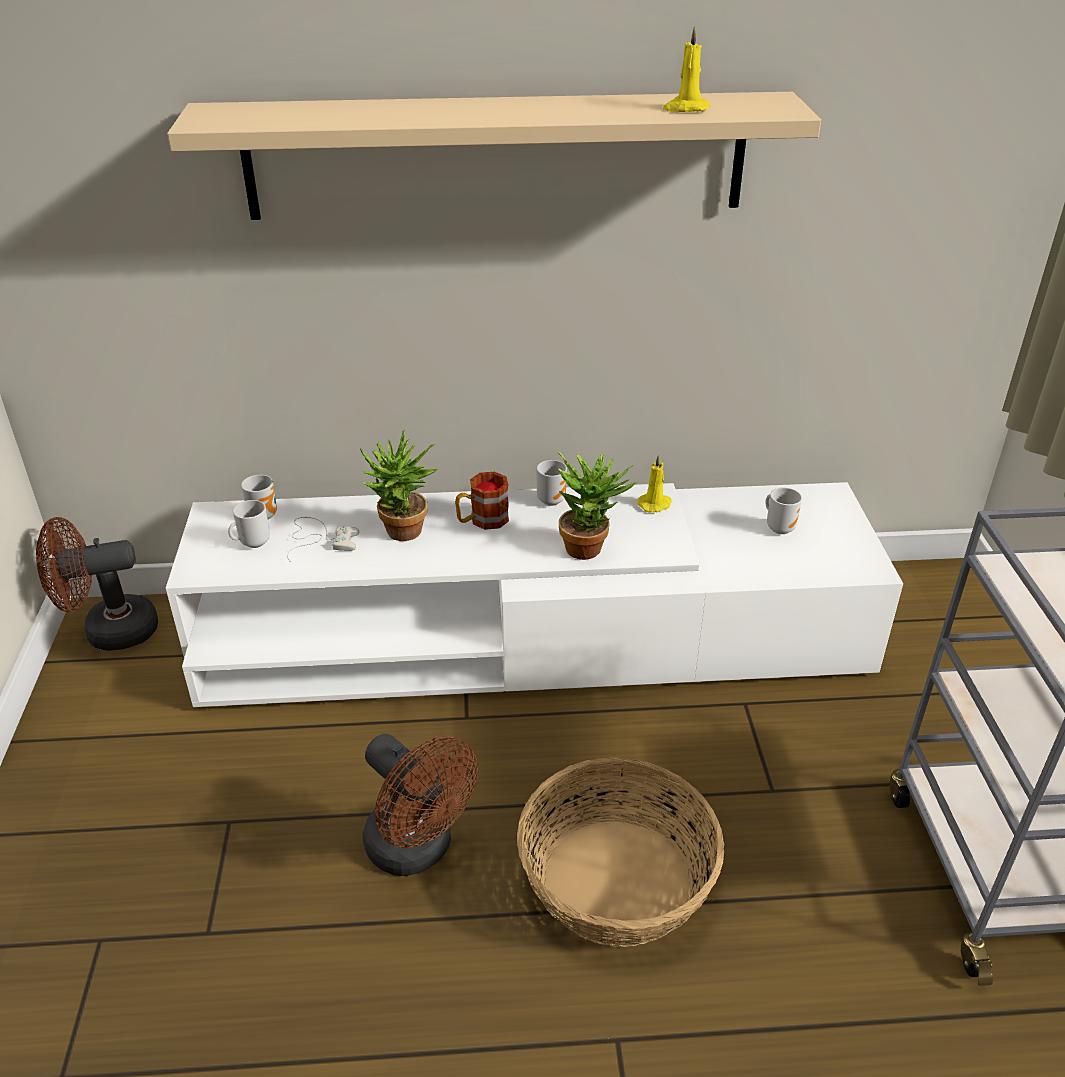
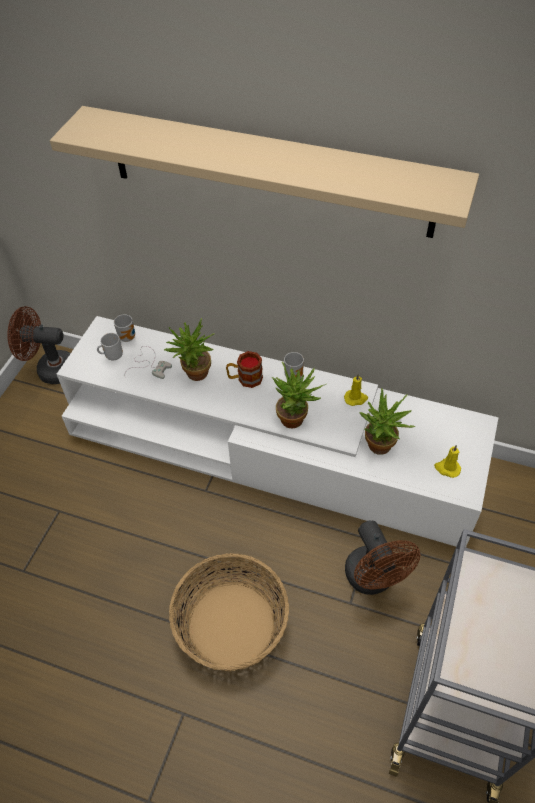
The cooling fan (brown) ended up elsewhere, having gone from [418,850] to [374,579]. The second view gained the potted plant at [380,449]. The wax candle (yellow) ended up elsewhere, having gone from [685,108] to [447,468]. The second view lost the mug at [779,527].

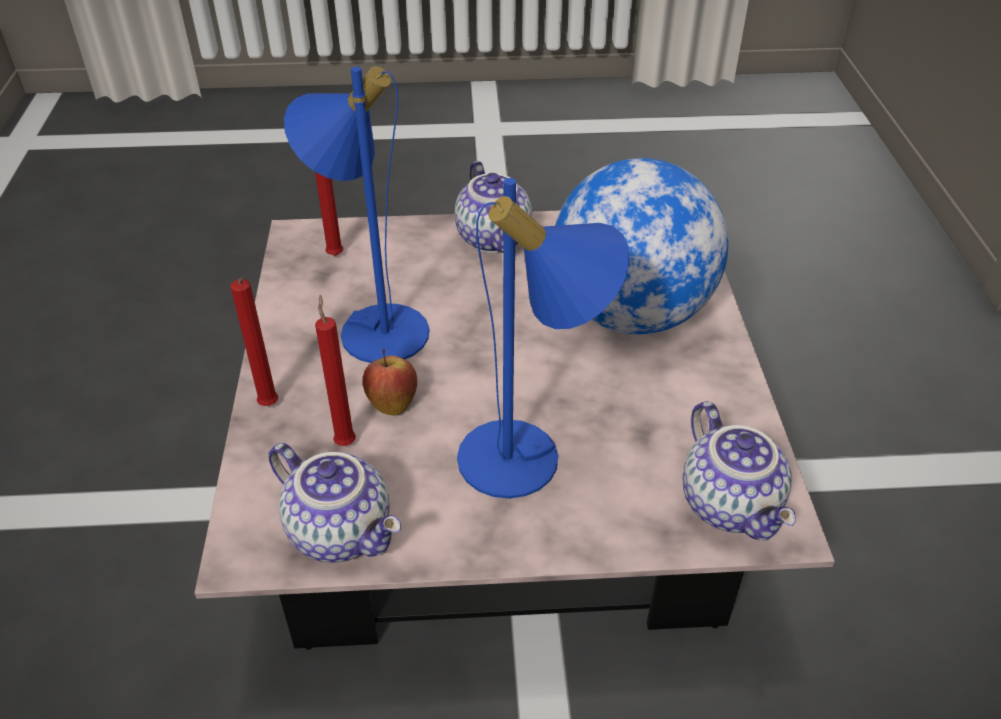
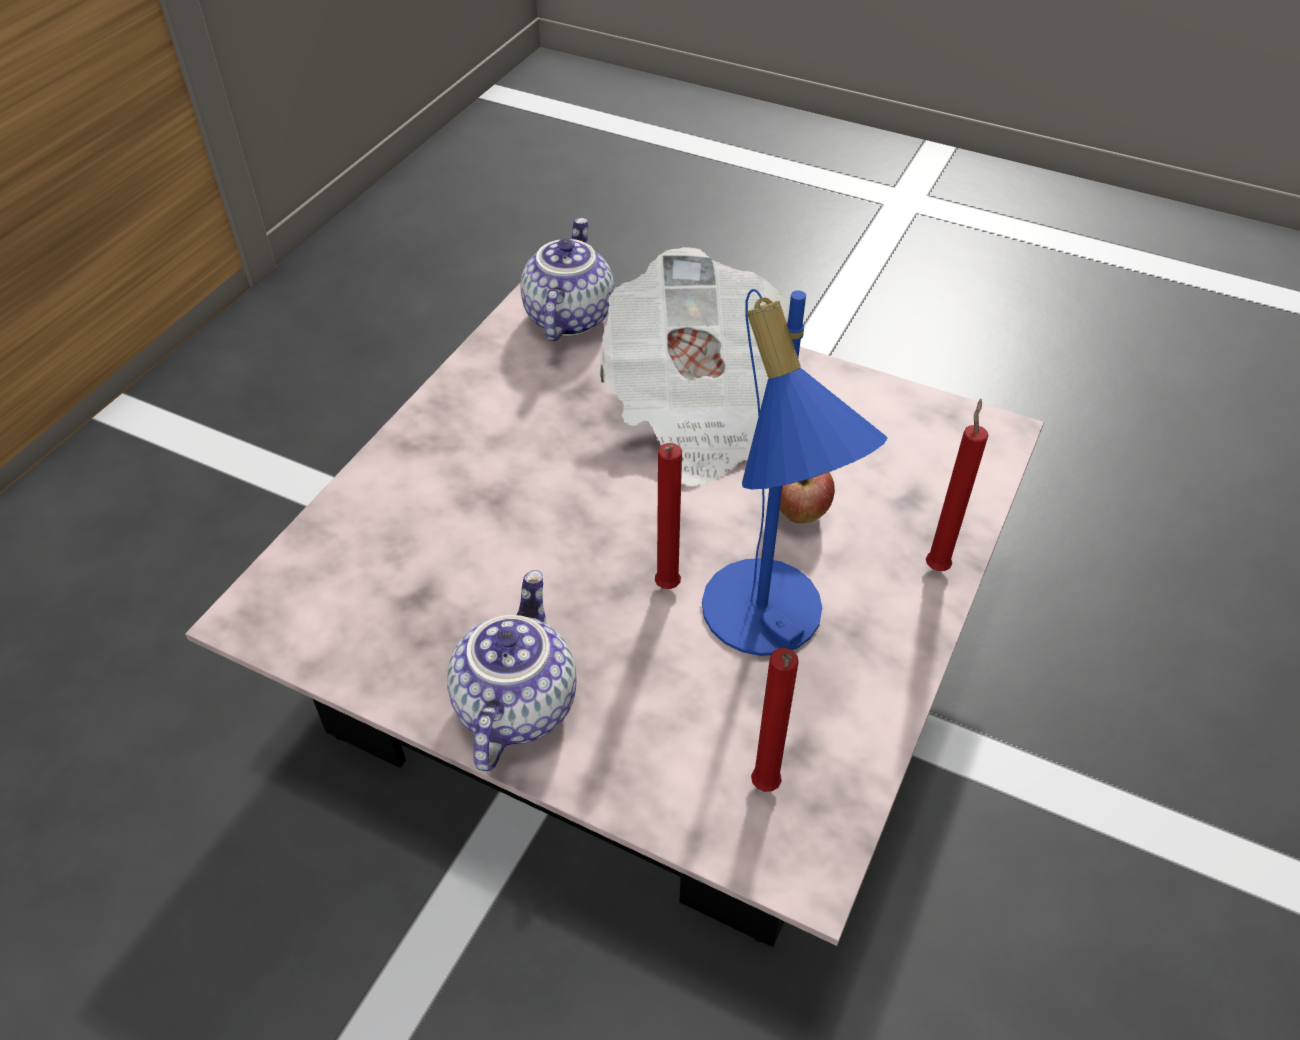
Where the lamp for a table (bluish) stood at [529,458], the printed paper came to stand at [700,410]. The wax candle (red-coloured) ended up elsewhere, having gone from [345,441] to [666,589]. The second view lost the tea pot at [343,531]. The second view lost the desk globe at [630,314].

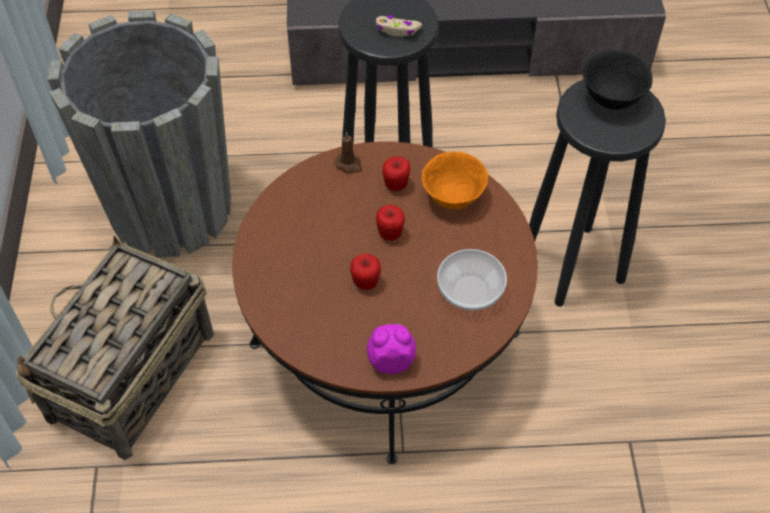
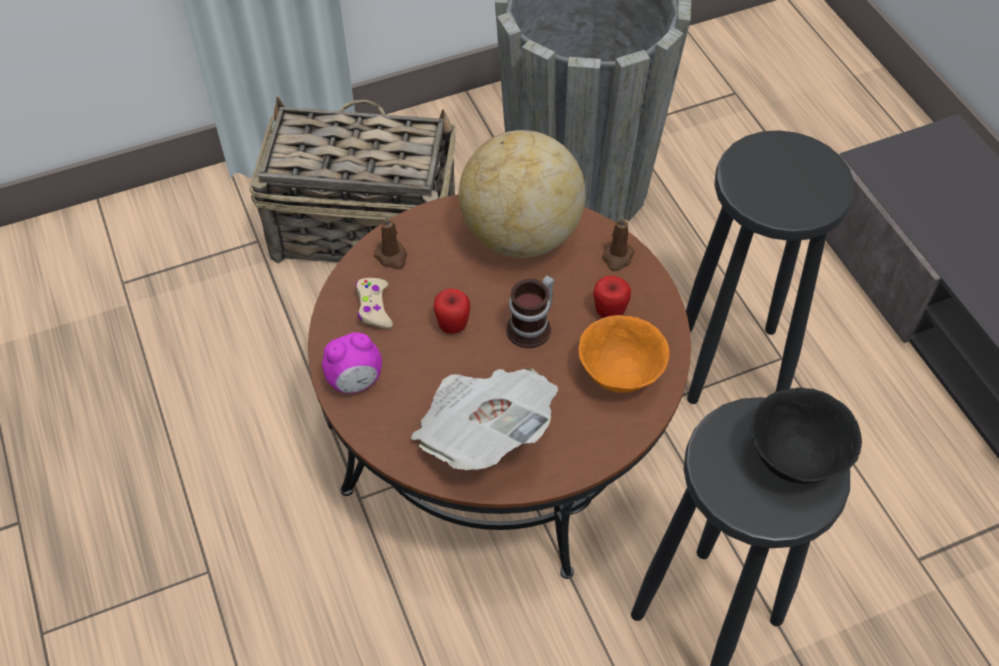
The table clock at [391,361] ended up facing another way, 90 degrees clockwise from before. The gamepad (beige-coloured) ended up elsewhere, having gone from [397,30] to [374,307]. The second view gained the wax candle (brown) at [392,256]. Where the deep dish stood at [469,291], the printed paper came to stand at [482,432]. The second view gained the desk globe at [520,235]. Where the apple stood at [390,234], the mug came to stand at [533,327].

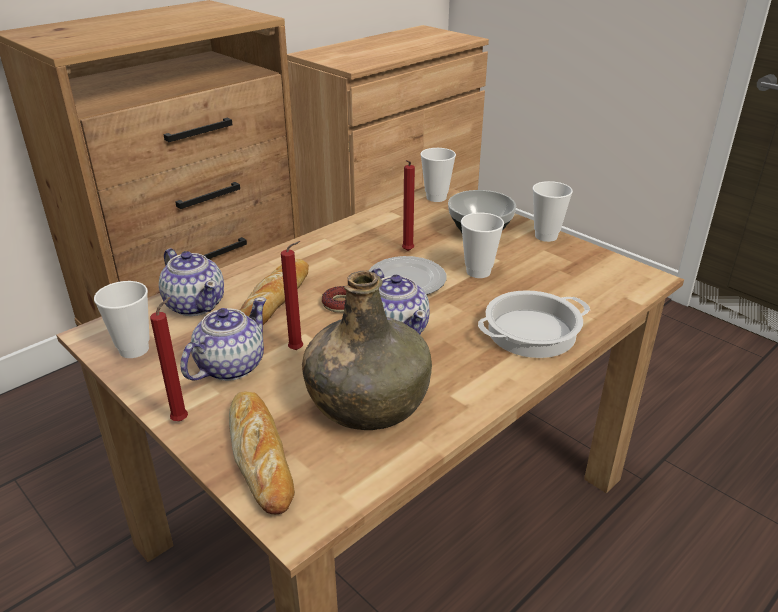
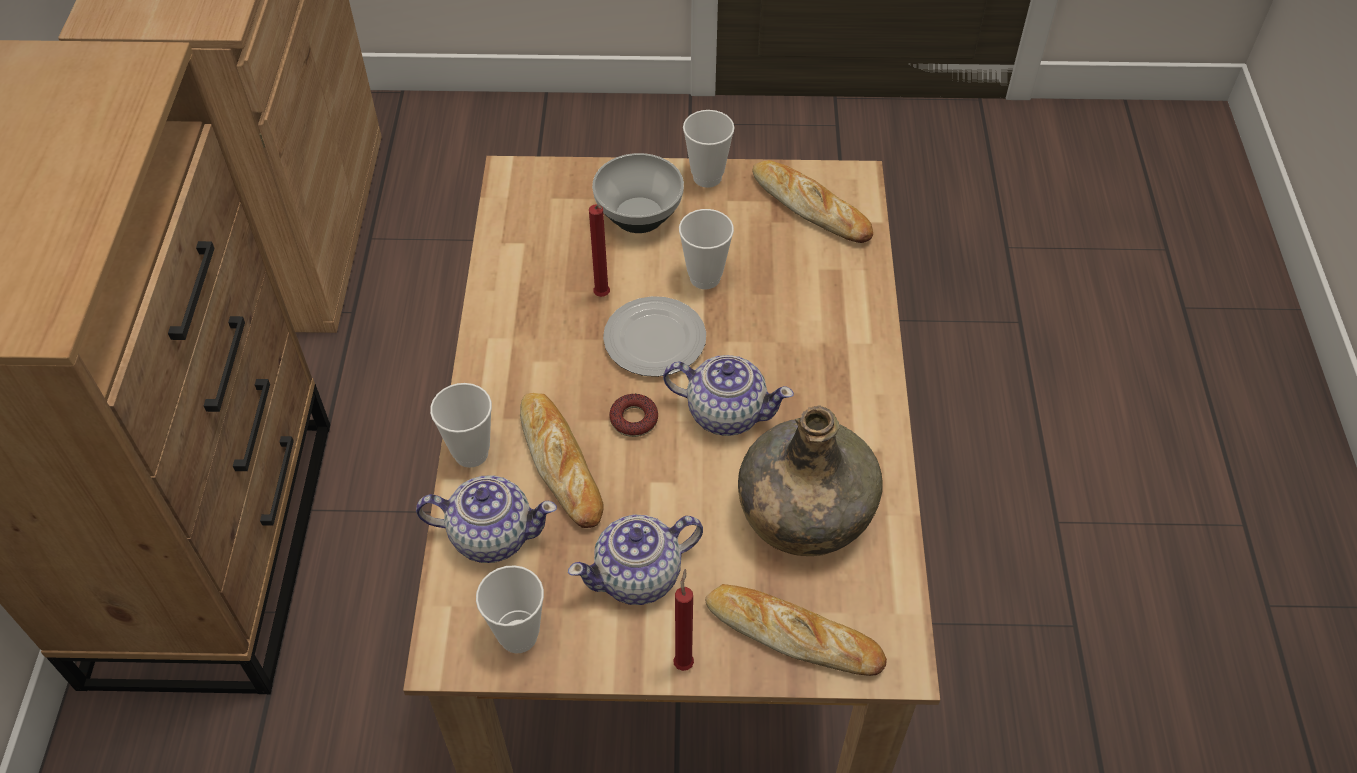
The drinking cup ended up elsewhere, having gone from [436,197] to [471,453]. The tea pot at [229,366] ended up facing another way, 105 degrees counterclockwise from before. The second view gained the baked bread at [811,207]. The second view lost the wax candle (red-coloured) at [298,350]. The second view lost the stockpot at [531,333].

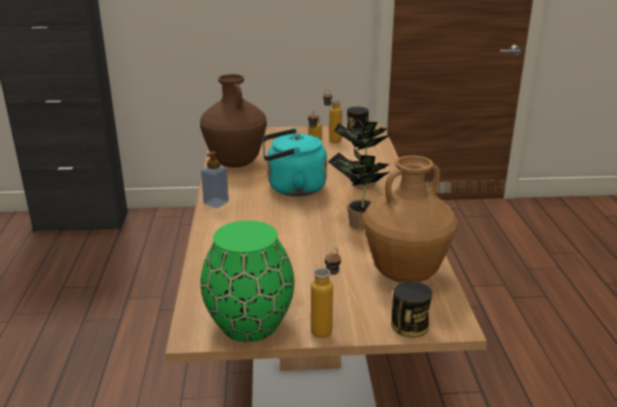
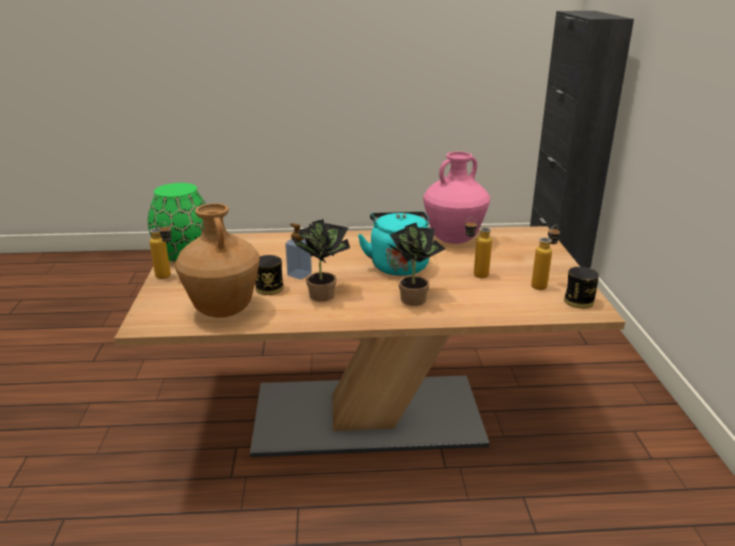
The metal can ended up elsewhere, having gone from [409,325] to [269,288]. The soap bottle ended up elsewhere, having gone from [216,203] to [299,274]. What was the vase (brown) at [235,163] turned into the vase (pink) at [454,239].

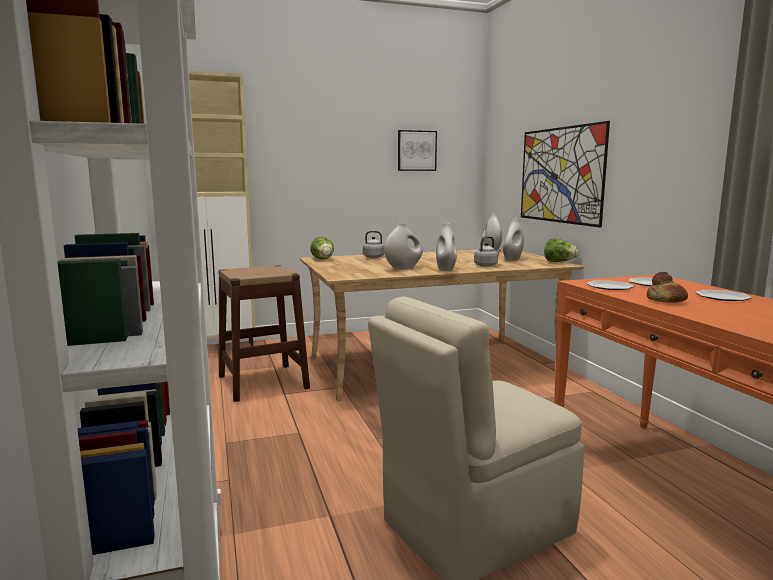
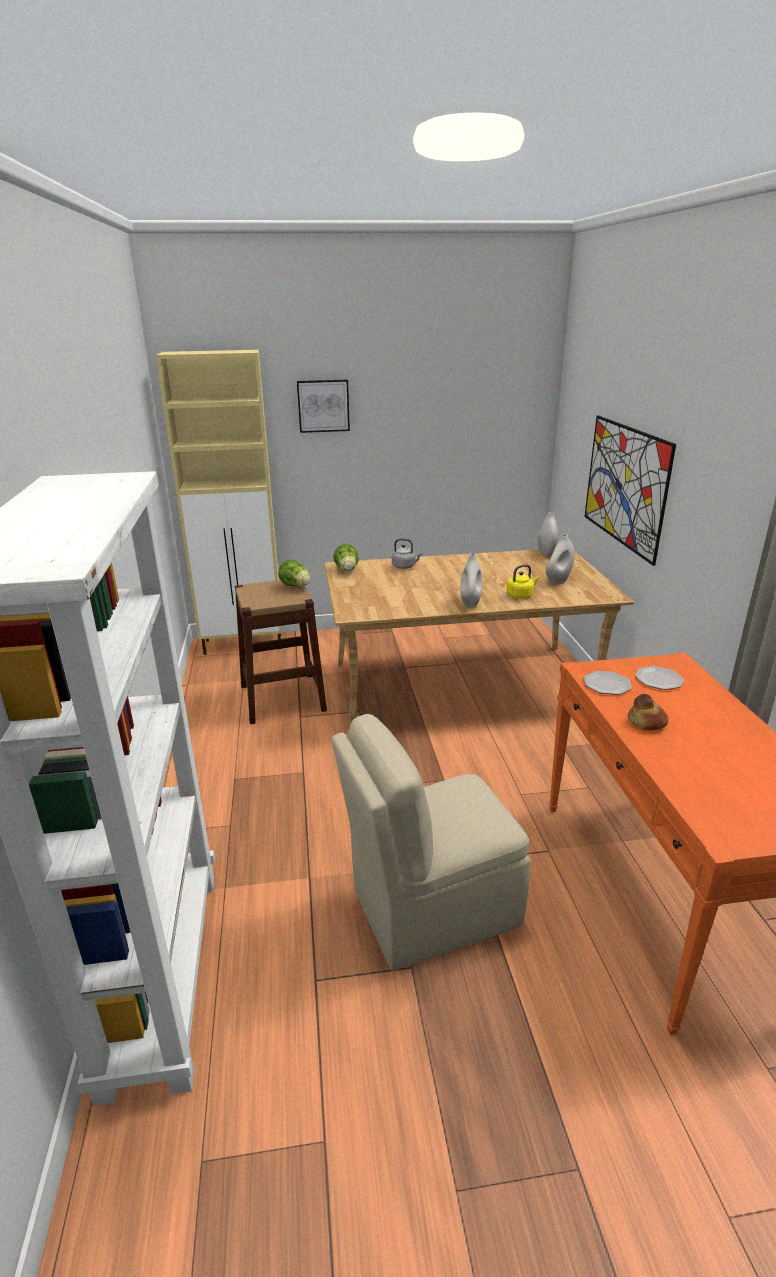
The lettuce head ended up elsewhere, having gone from [559,262] to [296,586]. The wall art ended up elsewhere, having gone from [416,150] to [323,406]. What was the water kettle (grey) at [486,265] turned into the water kettle (yellow) at [521,595]. The second view lost the vase (whitish) at [403,268]. The second view lost the dinner plate at [722,297].

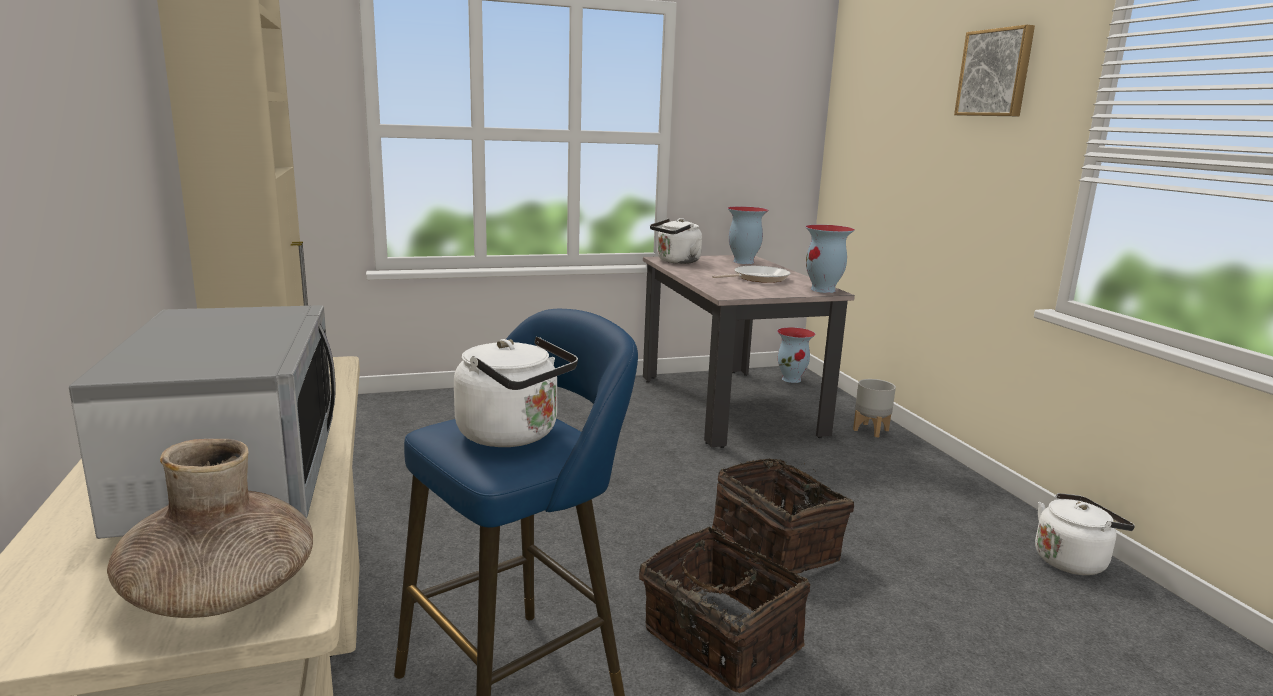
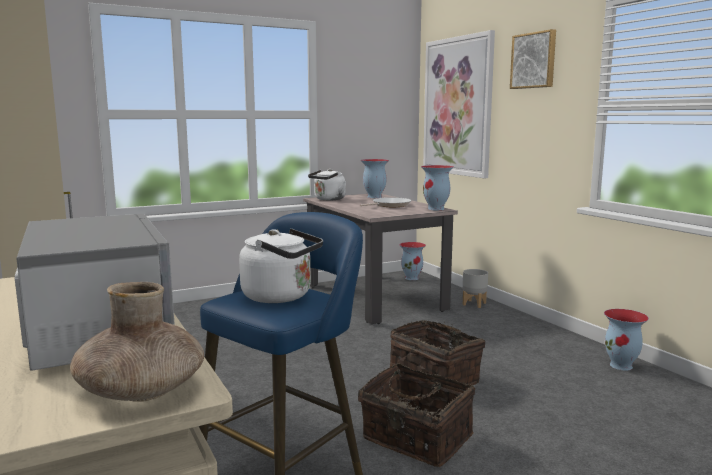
The second view gained the wall art at [457,106]. Where the water kettle (whitish) stood at [1072,560], the vase came to stand at [621,366].

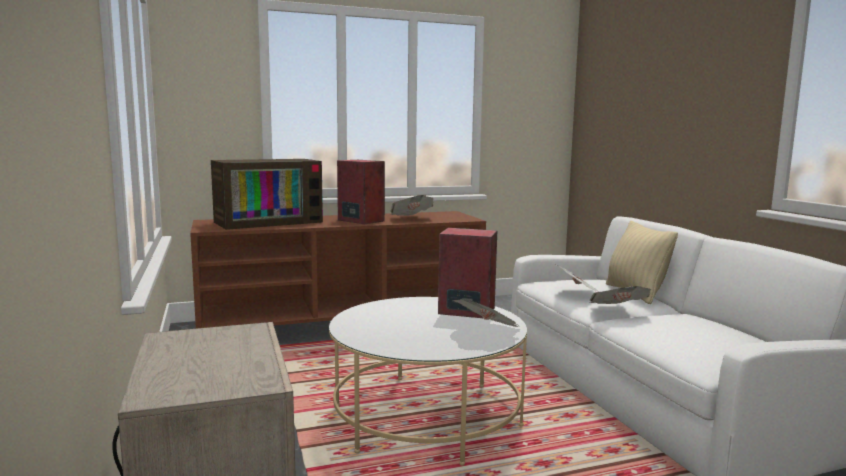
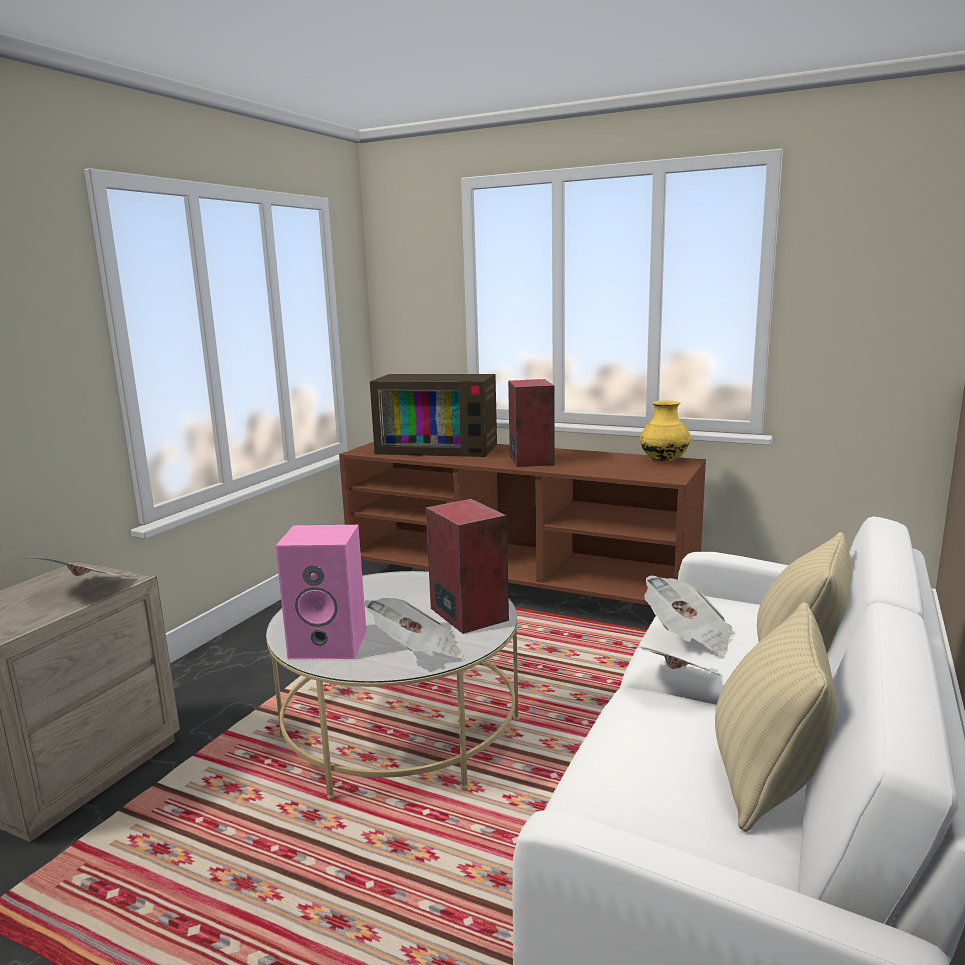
The printed paper ended up elsewhere, having gone from [411,218] to [86,590]. The second view gained the loudspeaker (pink) at [330,643]. The second view gained the vase (yellow) at [664,460]. The second view gained the pillow (beige-coloured) at [767,778].

